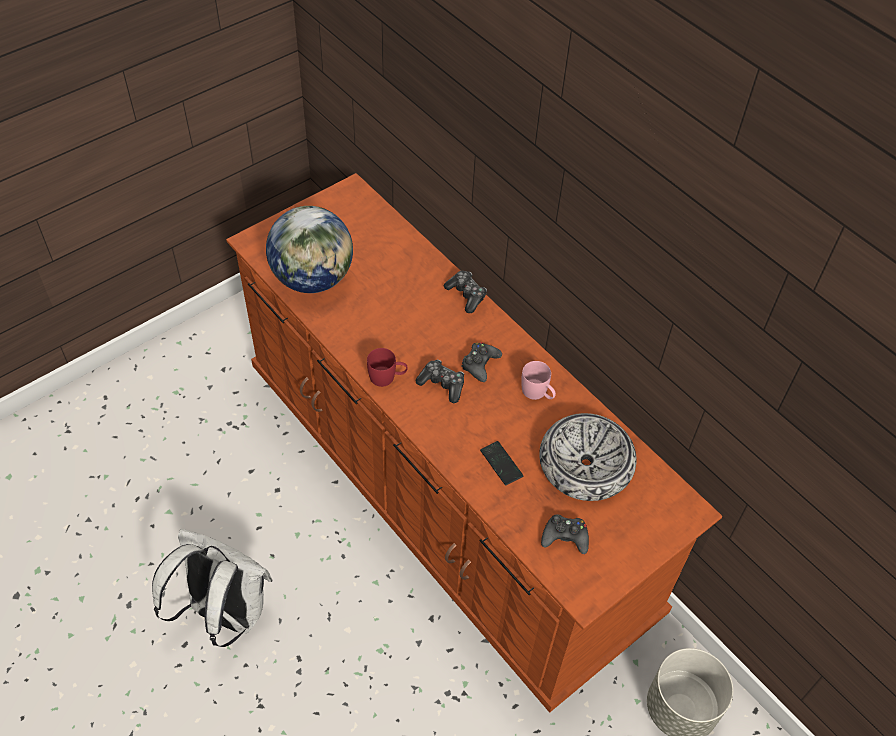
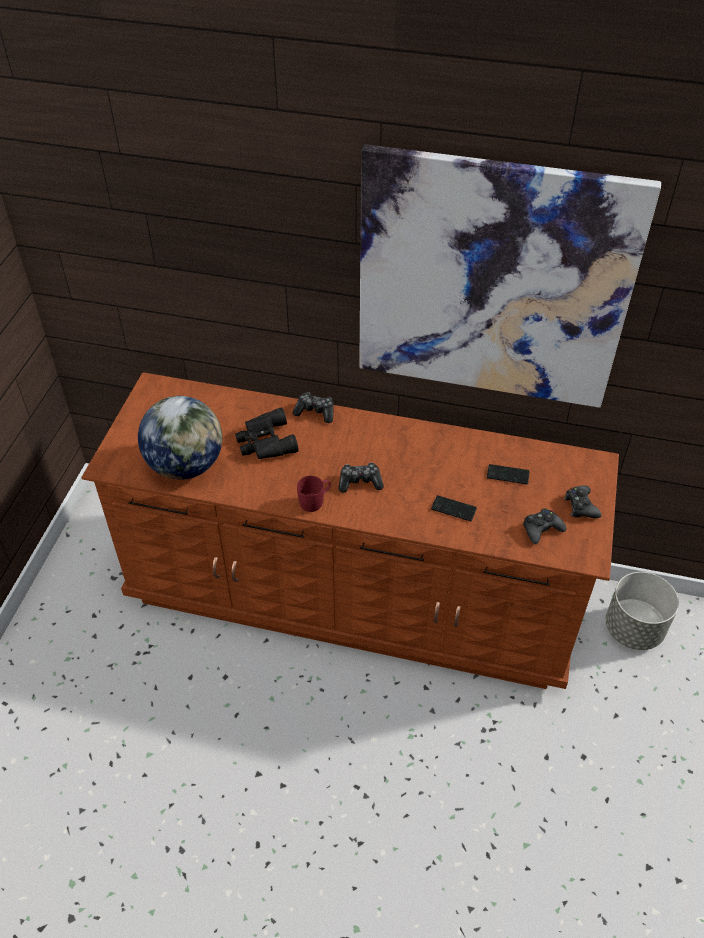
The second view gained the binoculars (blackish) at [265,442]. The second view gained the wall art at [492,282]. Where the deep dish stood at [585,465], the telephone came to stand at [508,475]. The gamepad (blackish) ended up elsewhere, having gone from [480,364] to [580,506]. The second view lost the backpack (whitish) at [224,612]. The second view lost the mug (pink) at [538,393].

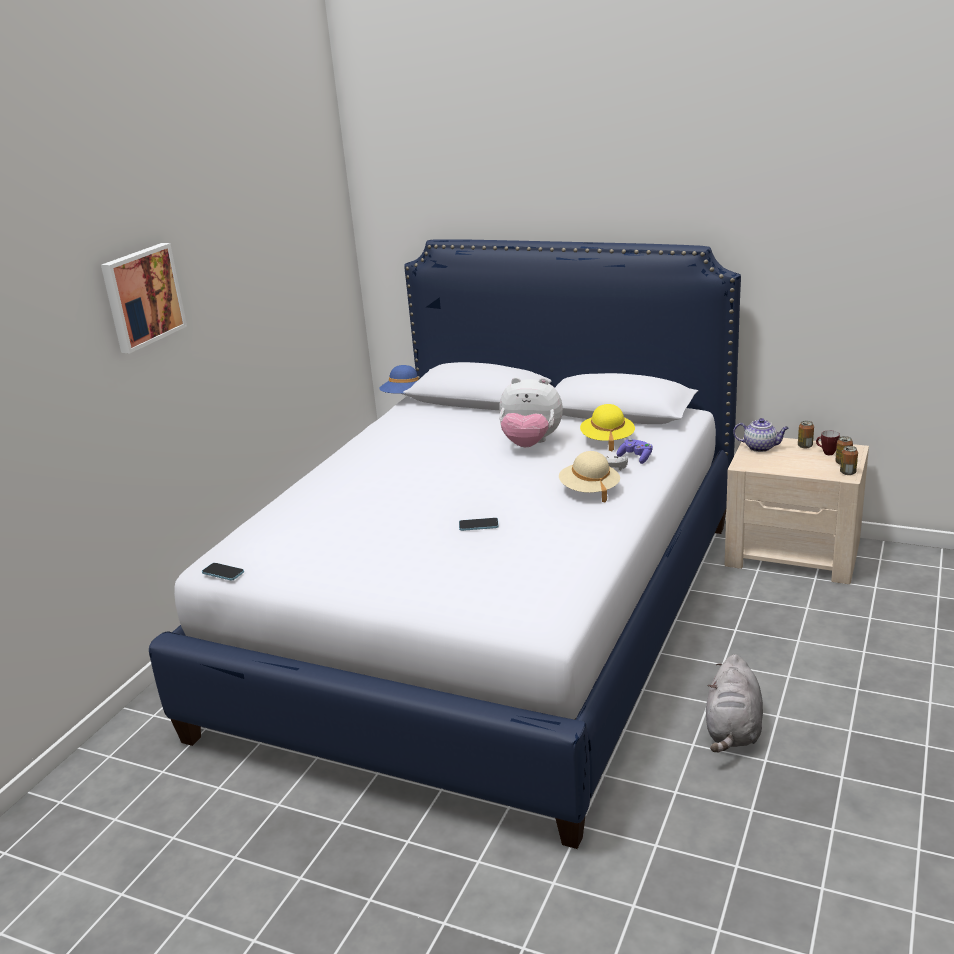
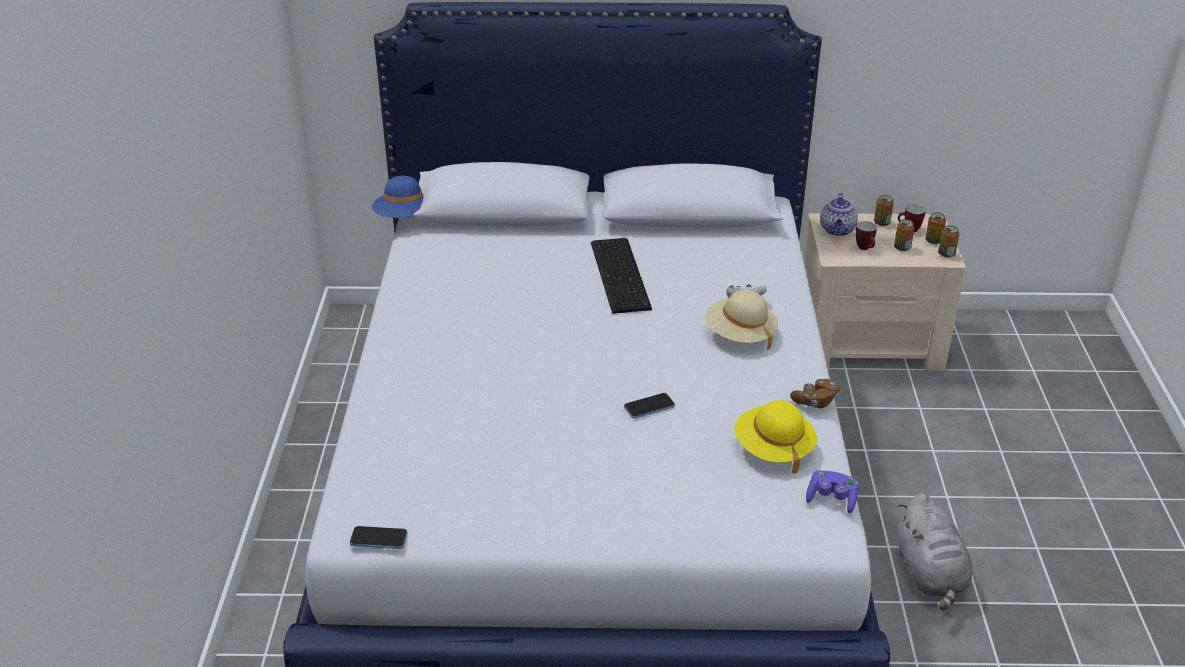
Where the soft toy stood at [530,444], the keyboard came to stand at [622,274]. The wearable hat (yellow) ended up elsewhere, having gone from [607,440] to [773,449]. The second view gained the gamepad (brown) at [815,401]. The gamepad (purplish) ended up elsewhere, having gone from [636,458] to [832,499]. The tea pot at [760,447] ended up facing another way, 105 degrees clockwise from before. The second view gained the mug at [865,249]. The second view gained the metal can at [902,248]. The second view lost the wall art at [141,296].

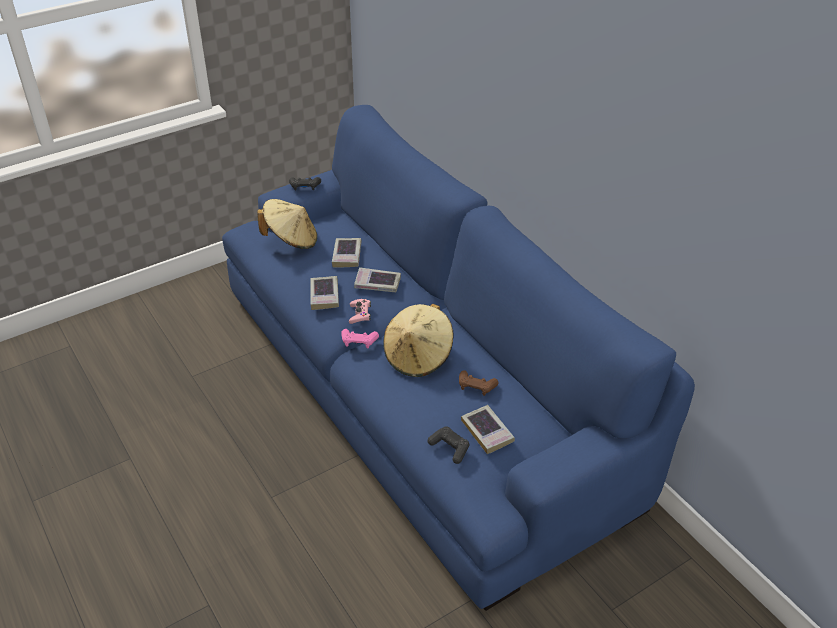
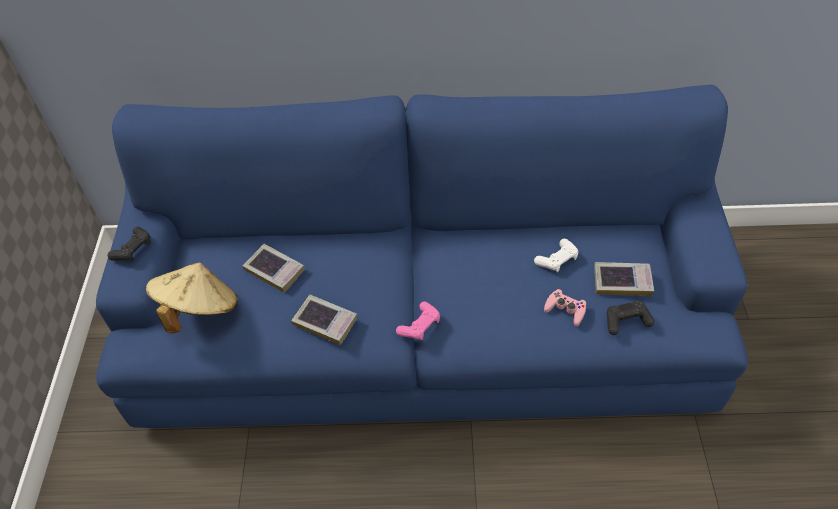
What was the gamepad (brown) at [476,387] turned into the gamepad (whitish) at [557,260]. The gamepad (pink) ended up elsewhere, having gone from [360,314] to [565,309]. The second view lost the bound book at [377,283]. The second view lost the wearable hat (beige-coloured) at [418,356].

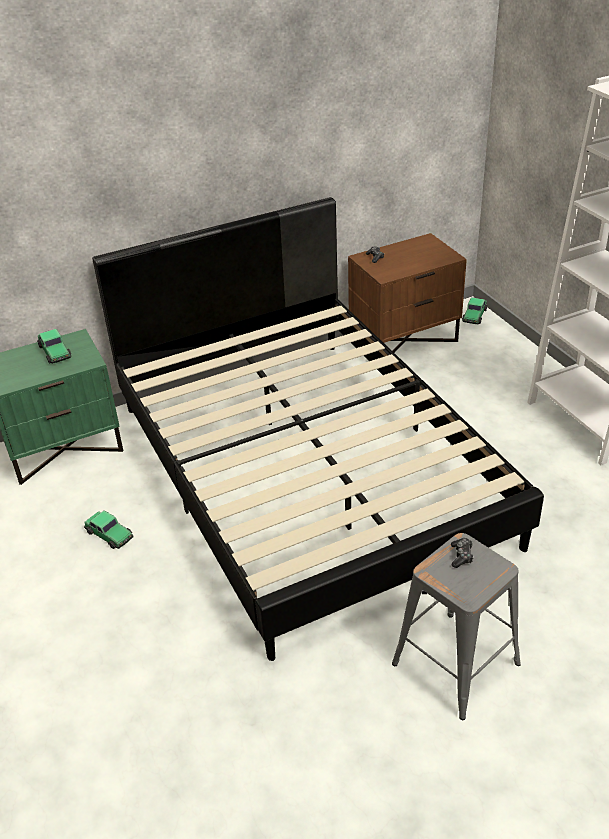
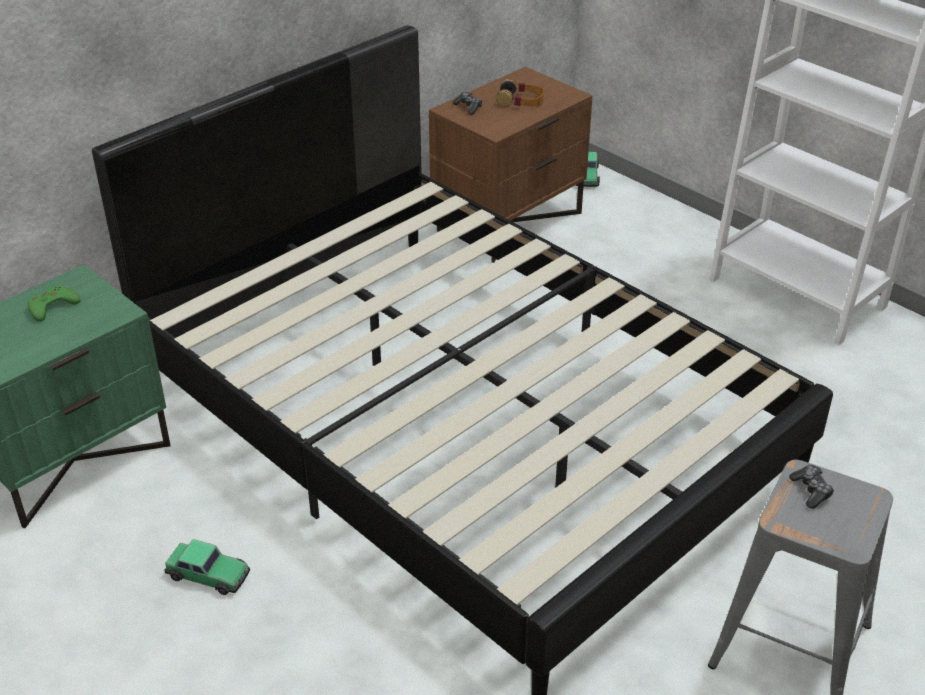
Where the toy car stood at [55,352], the gamepad (green-coloured) came to stand at [52,307]. The second view gained the pair of headphones at [521,101].

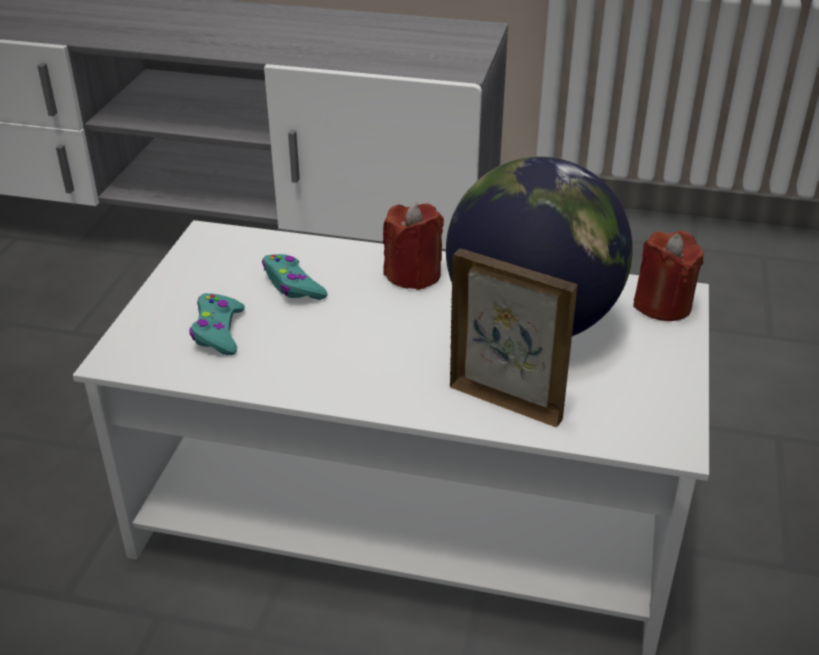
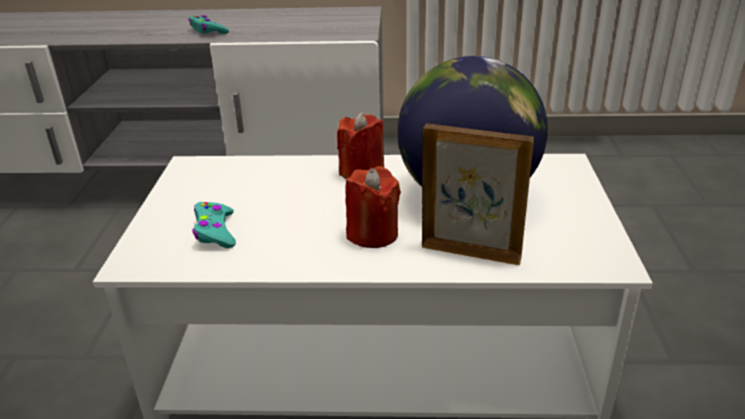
The gamepad (turquoise) ended up elsewhere, having gone from [293,286] to [208,31]. The wax candle (red-coloured) ended up elsewhere, having gone from [662,305] to [372,234].

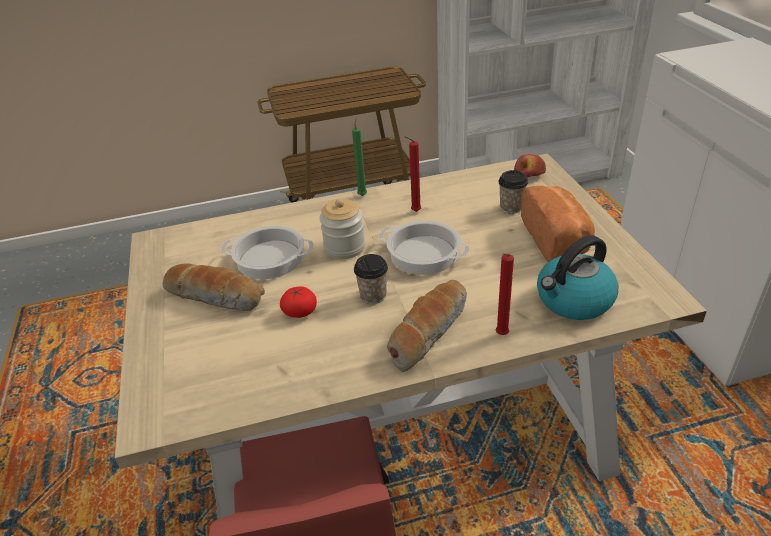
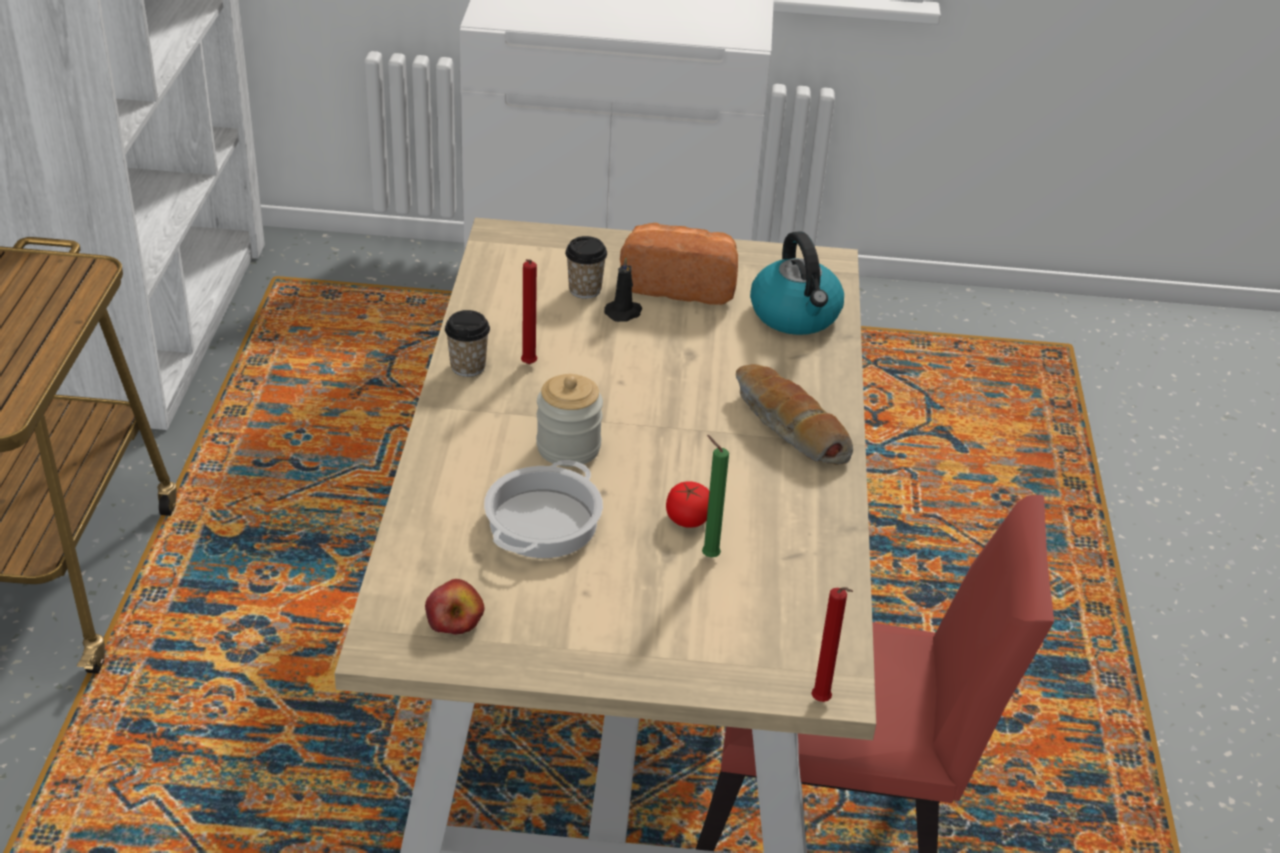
The apple ended up elsewhere, having gone from [529,175] to [455,618]. The drinking cup ended up elsewhere, having gone from [373,296] to [468,367]. The second view gained the wax candle (blackish) at [624,312]. The wax candle (green-coloured) ended up elsewhere, having gone from [362,195] to [707,555]. The wax candle (red-coloured) ended up elsewhere, having gone from [500,335] to [822,702]. The second view lost the baked bread at [217,296]. The second view lost the stockpot at [424,253].

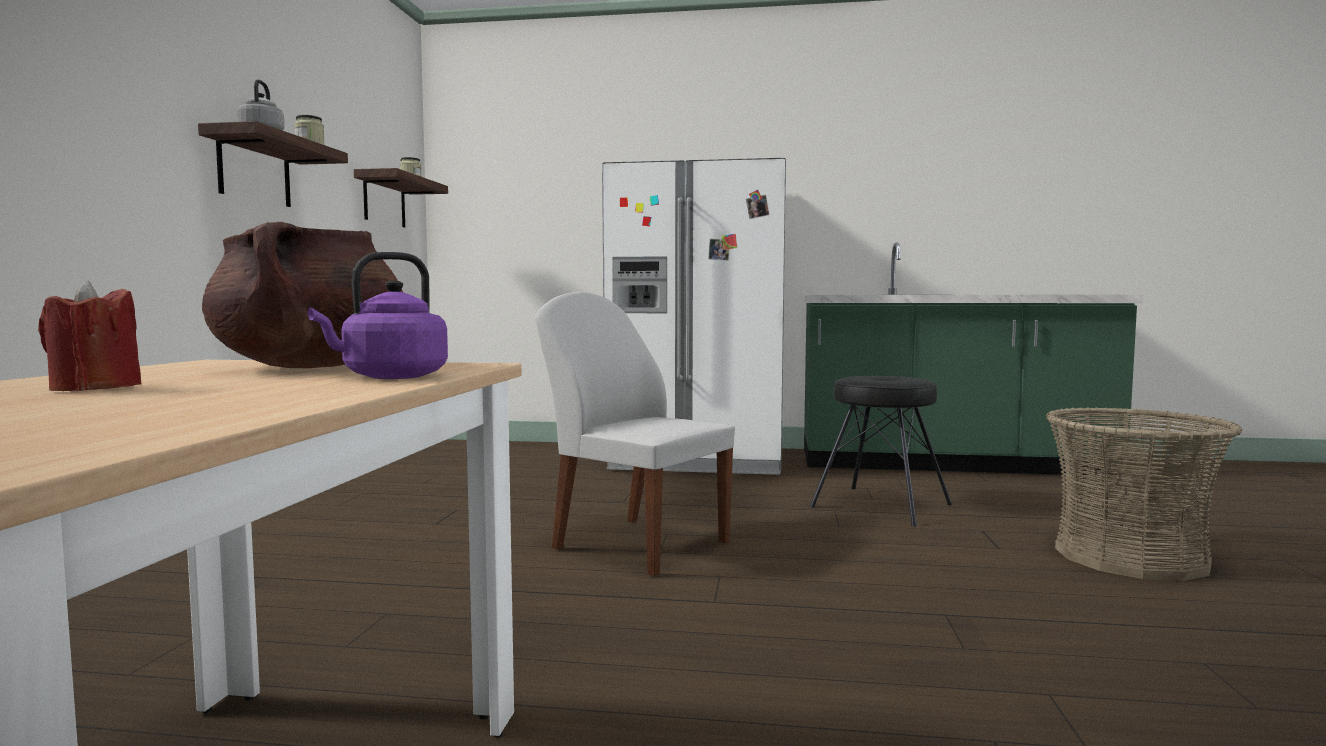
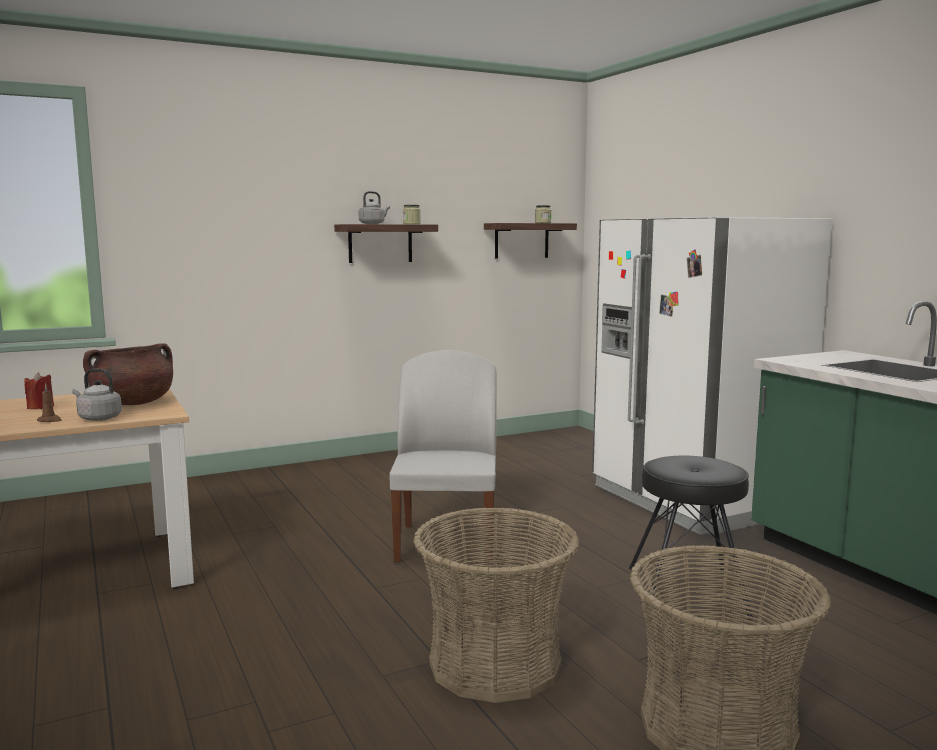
The second view gained the wax candle (brown) at [50,420]. What was the water kettle (purplish) at [390,377] turned into the water kettle (grey) at [98,418]. The second view gained the basket at [495,664].

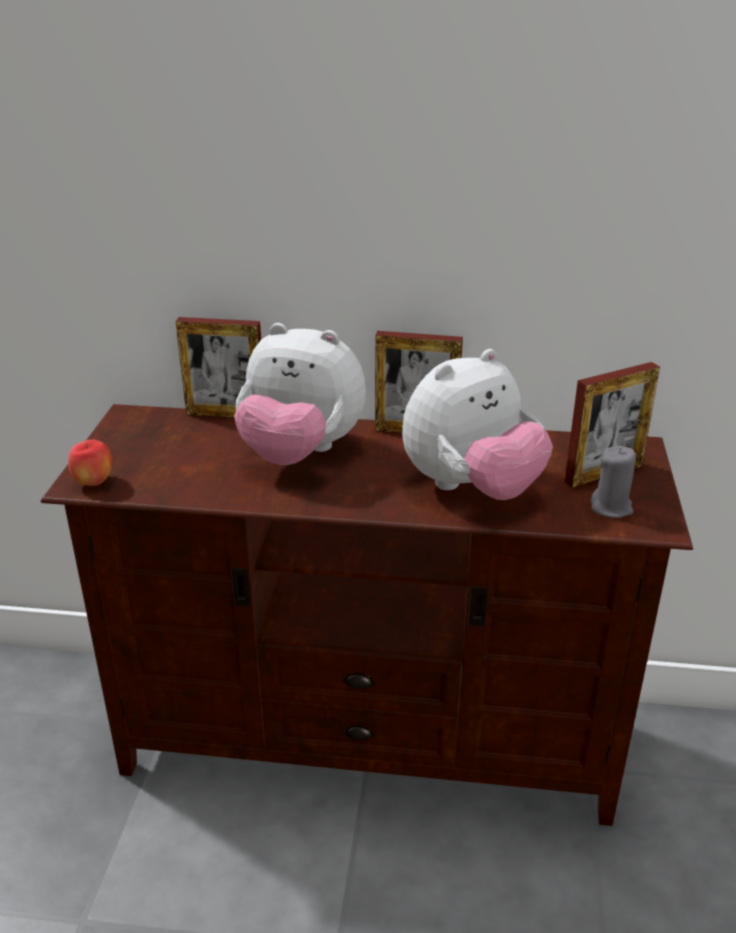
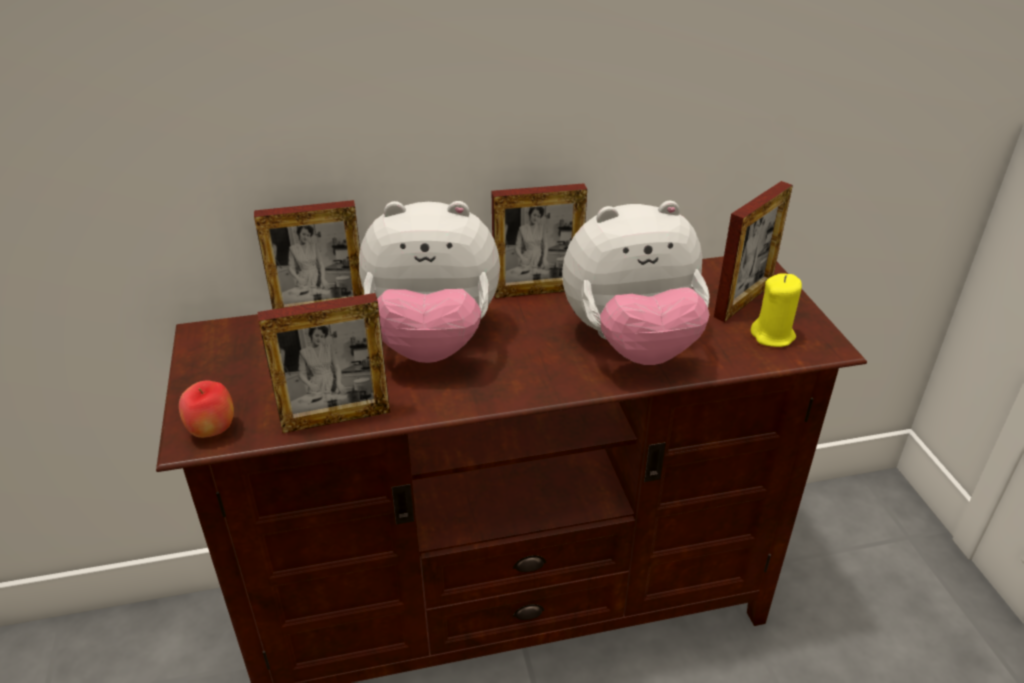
The second view gained the standing frame at [336,418]. The soft toy at [471,488] ended up facing another way, 45 degrees clockwise from before. What was the wax candle (grey) at [611,507] turned into the wax candle (yellow) at [773,336].

